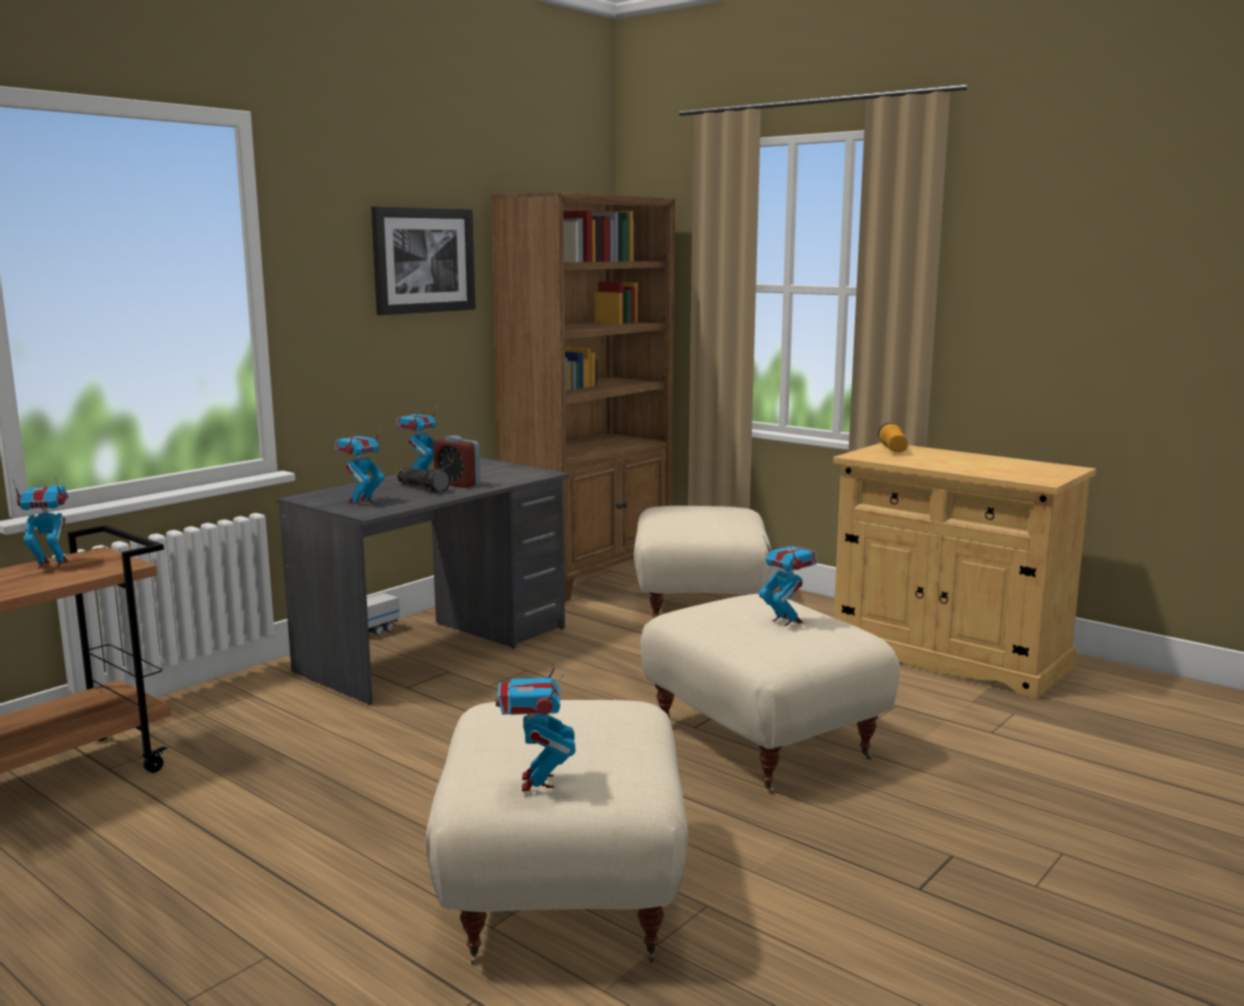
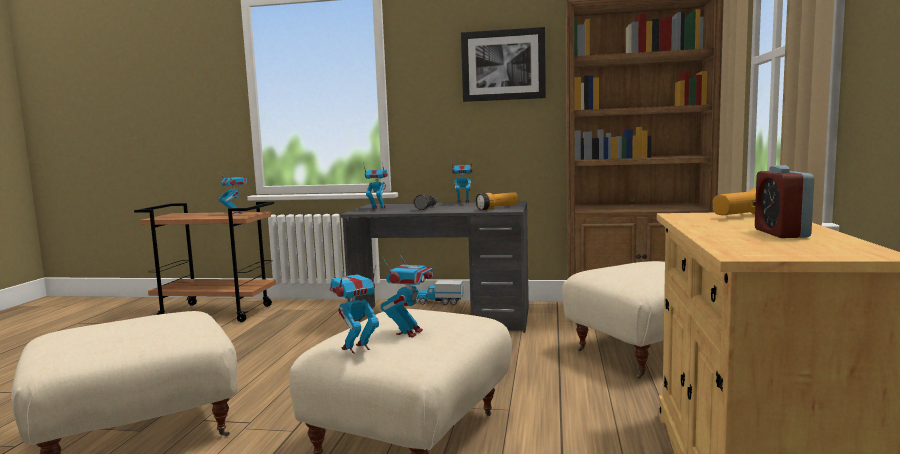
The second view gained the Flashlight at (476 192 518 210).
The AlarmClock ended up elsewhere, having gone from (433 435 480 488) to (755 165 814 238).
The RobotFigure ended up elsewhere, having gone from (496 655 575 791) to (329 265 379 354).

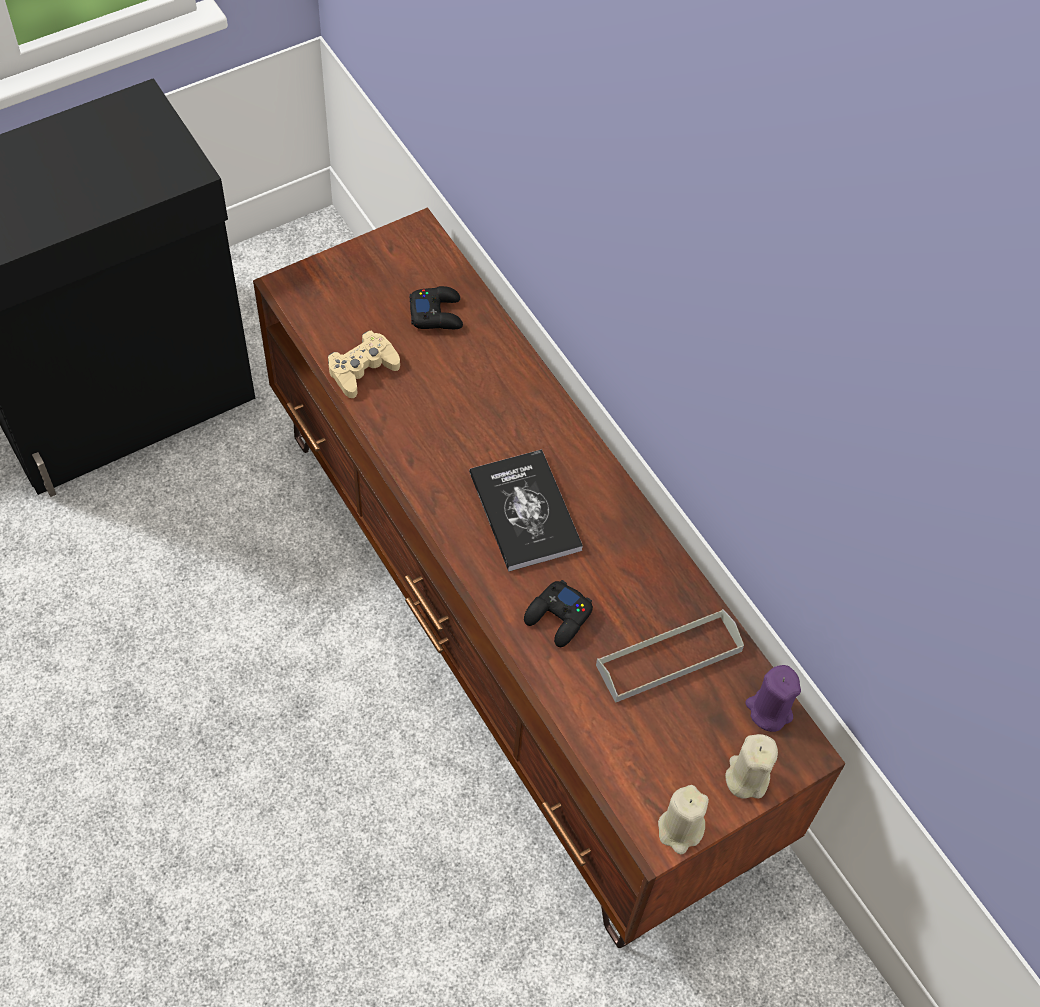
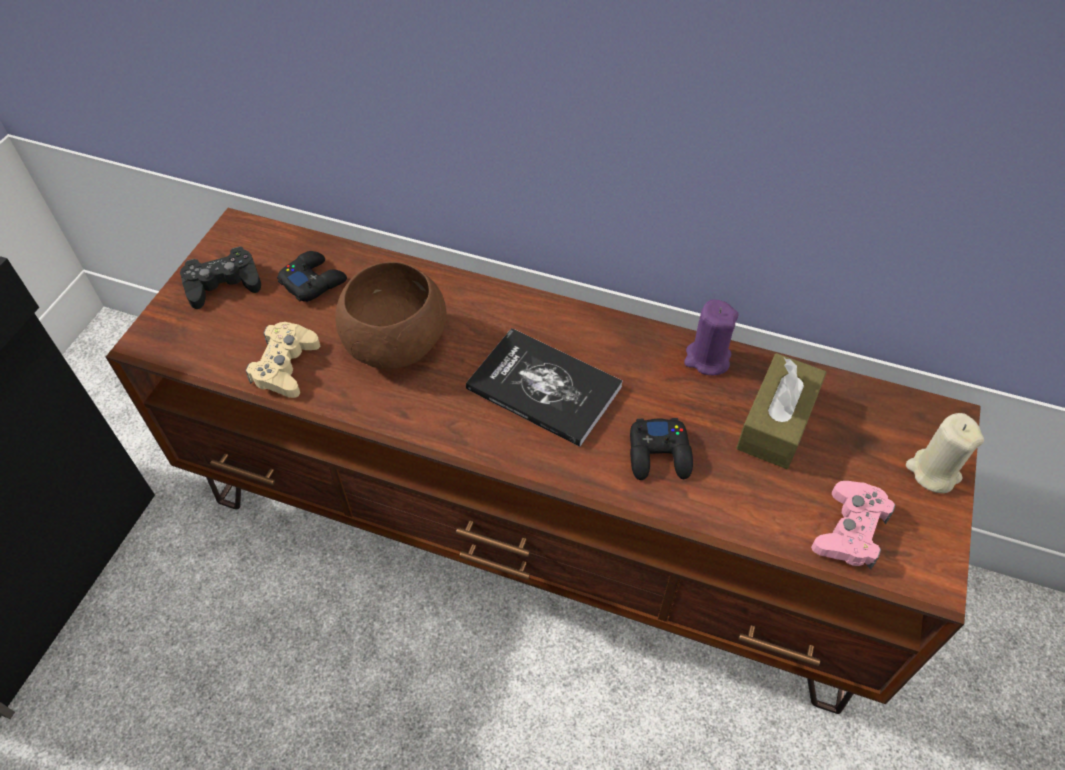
The second view lost the BeigeWaxLight at (658 785 709 854).
The second view gained the BlackishGamepad at (180 246 261 309).
The second view gained the BrownServingBowl at (335 262 447 369).
The second view gained the PinkGamepad at (811 481 896 570).
The PurpleColouredWaxLight ended up elsewhere, having gone from (745 665 801 732) to (684 299 739 375).
Where the GreyServingTray stood at (596 609 744 703), the BrownTissueBox came to stand at (736 353 827 469).

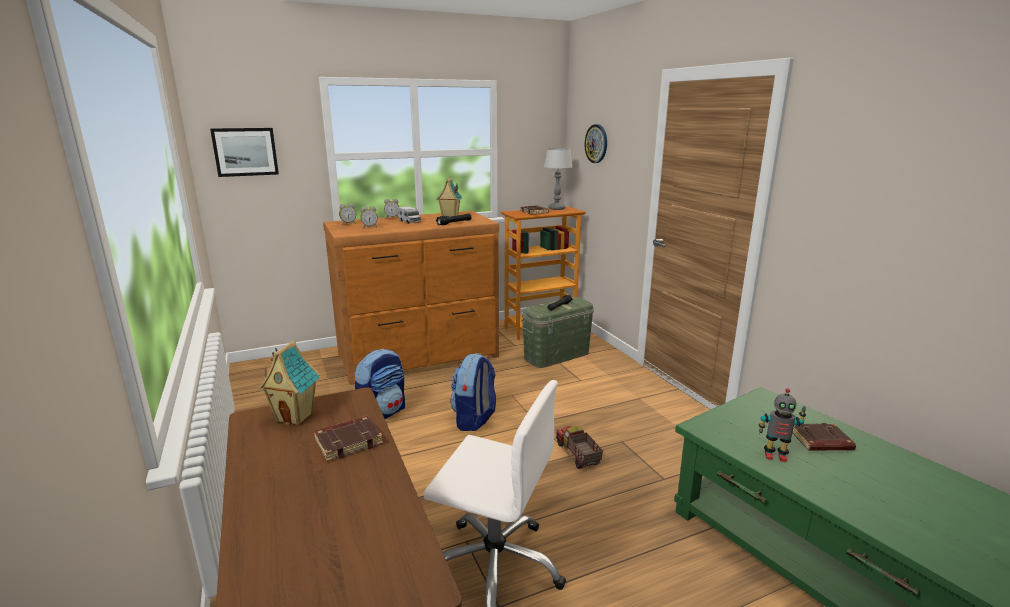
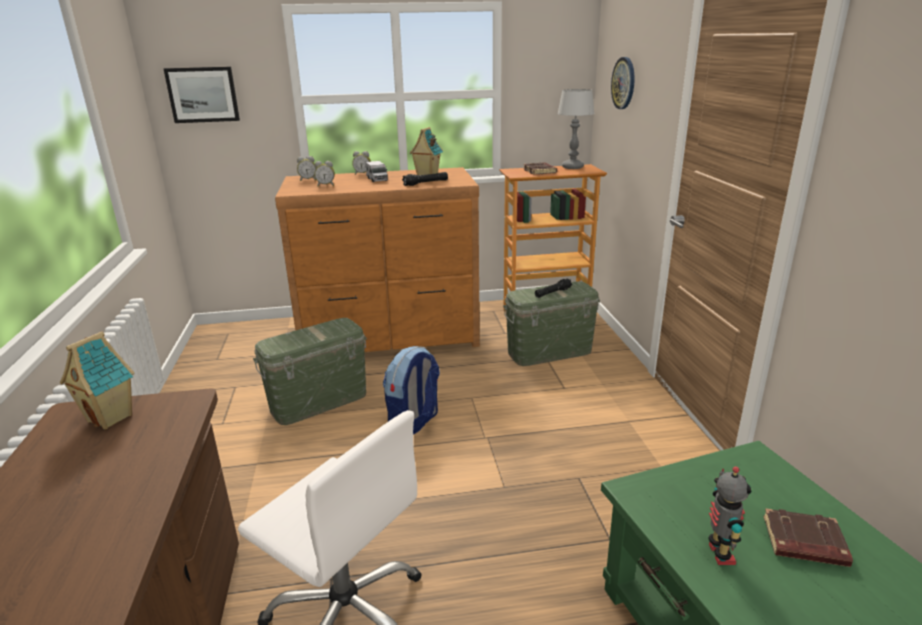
The second view lost the BrownBoundBook at (314 416 384 461).
The second view lost the ToyTruck at (556 426 603 469).
Where the Rucksack stood at (354 349 405 419), the GreenishStorageBox came to stand at (253 318 367 425).
The RobotFigure at (759 388 806 462) ended up facing another way, 120 degrees counterclockwise from before.

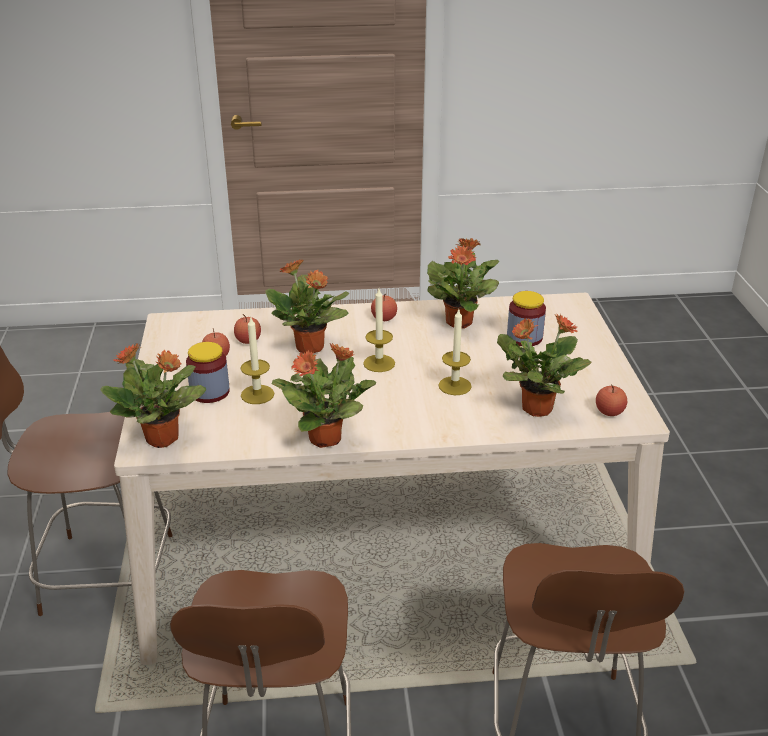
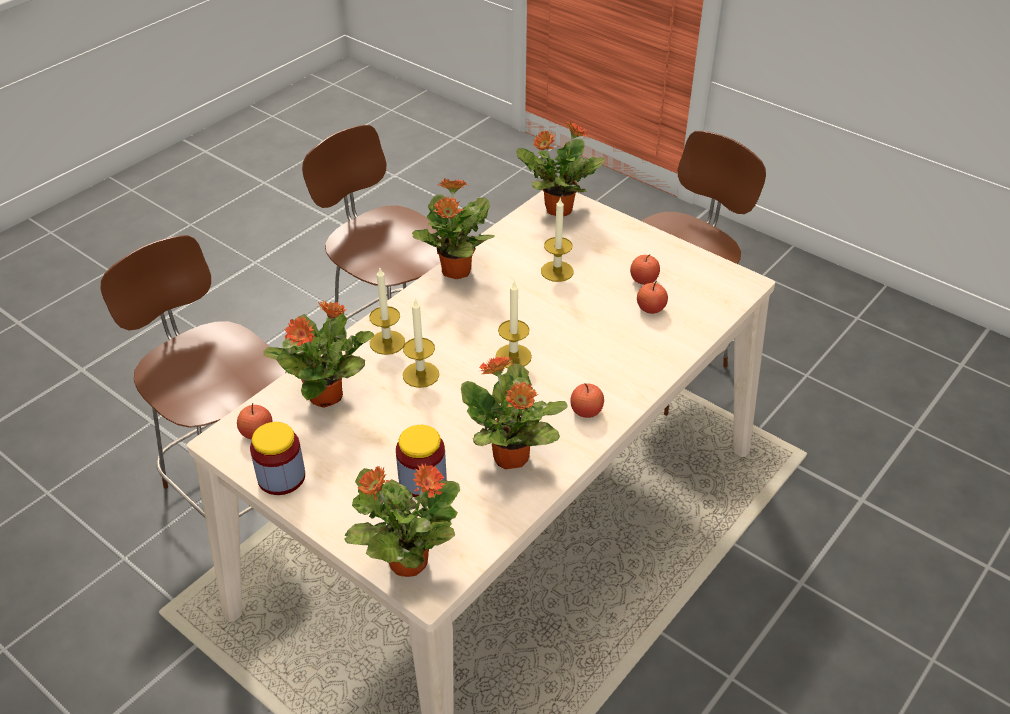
The second view gained the WaxLight at (369 268 405 355).
The StorageJar ended up elsewhere, having gone from (186 342 230 403) to (250 422 305 495).
The PottedPlant ended up elsewhere, having gone from (265 259 349 354) to (344 463 460 577).

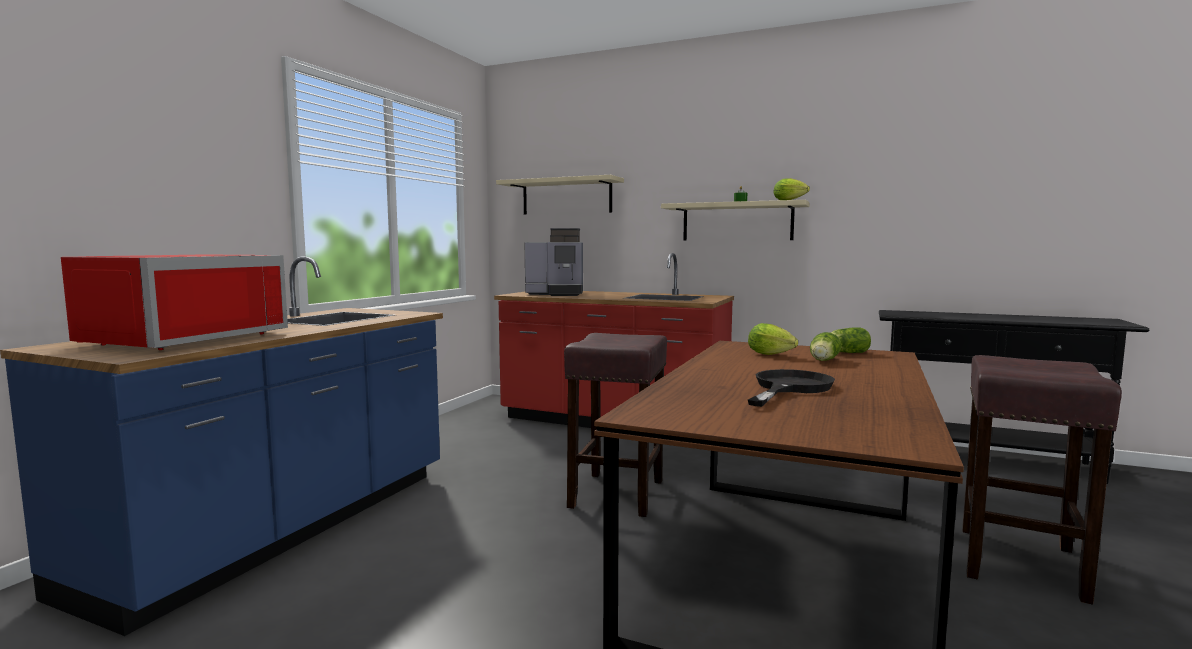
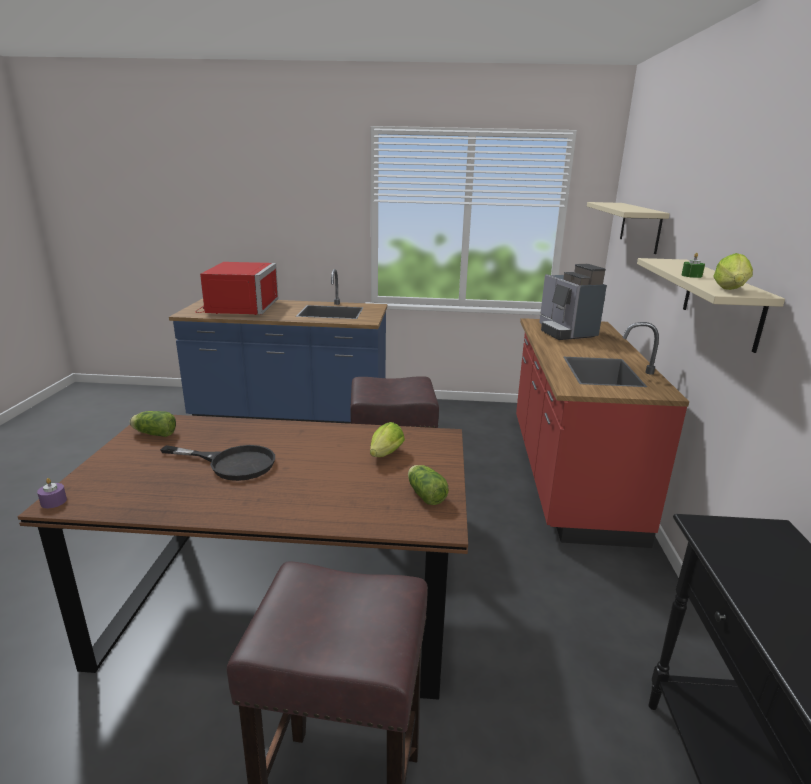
The second view gained the PurpleColouredWaxLight at (37 478 67 508).
The HeadOfLettuce ended up elsewhere, having gone from (810 332 841 361) to (130 411 176 437).
The ReddishKitchenMicrowave at (61 255 288 350) ended up facing another way, 90 degrees counterclockwise from before.

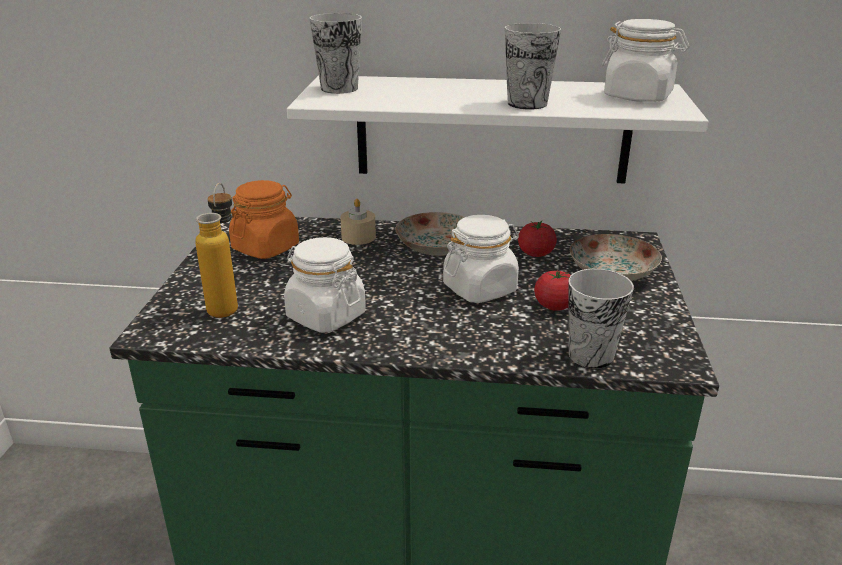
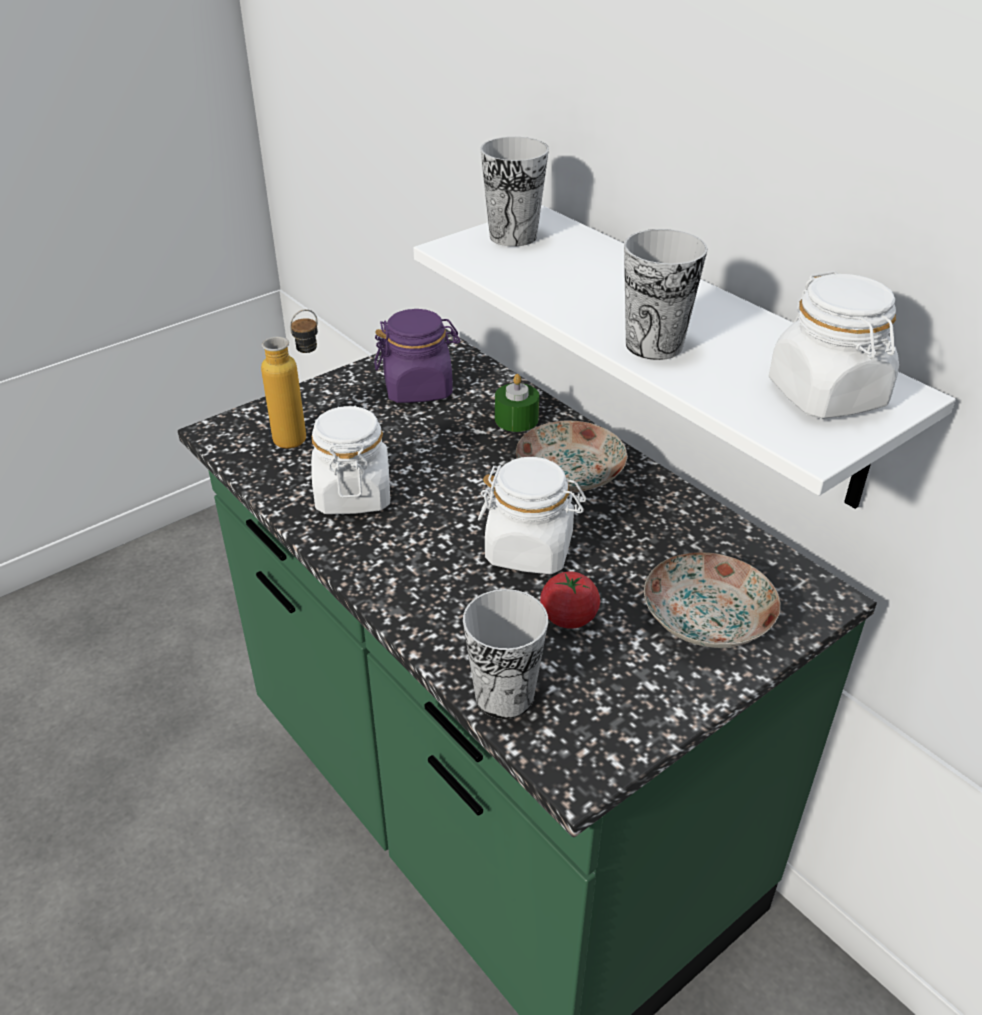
The second view lost the Tomato at (518 221 557 257).
What was the OrangeStorageJar at (229 180 299 259) turned into the PurpleColouredStorageJar at (374 309 460 403).
What was the BeigeWaxLight at (340 199 376 245) turned into the GreenishWaxLight at (495 374 539 432).

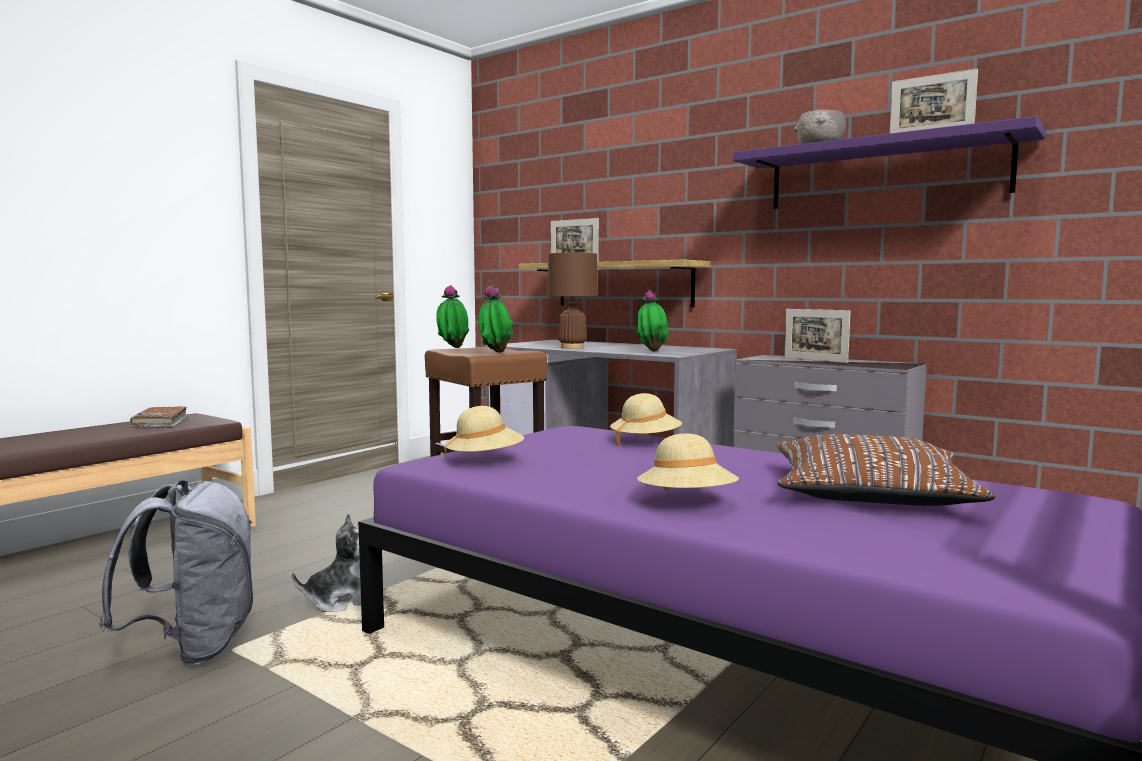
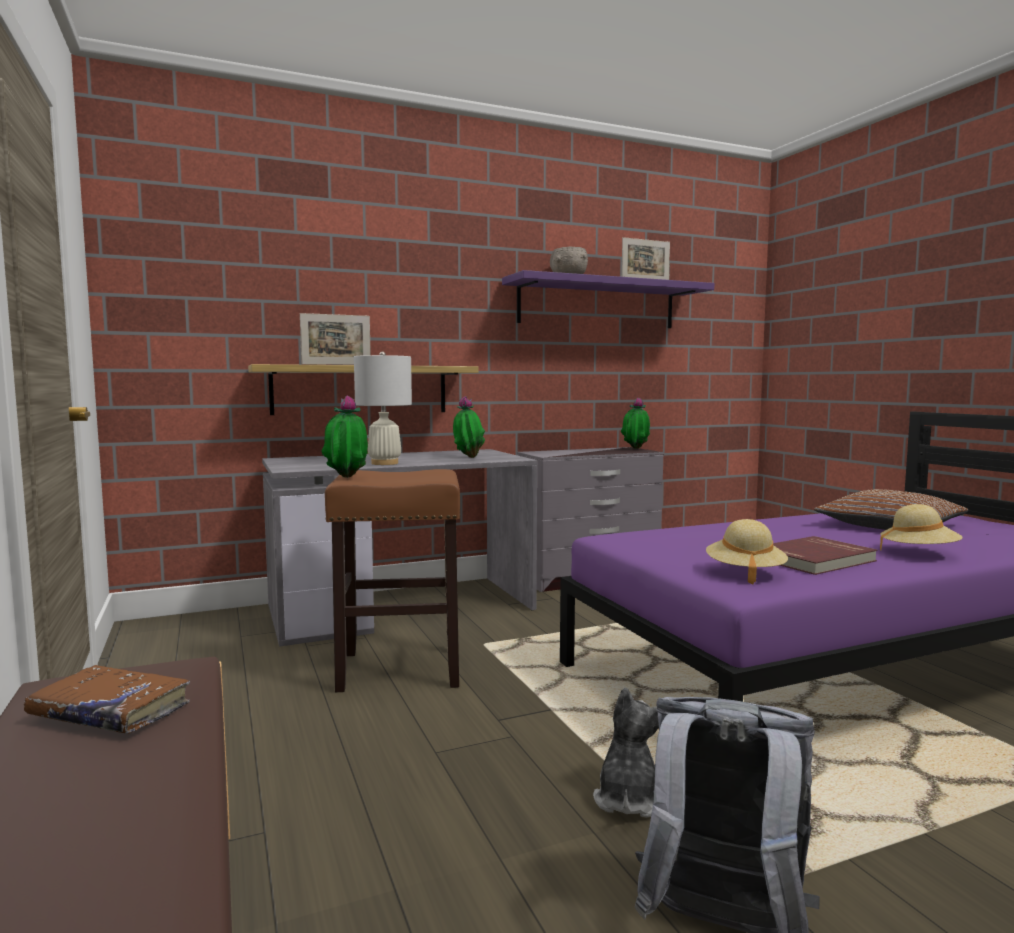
The second view lost the BeigeClothingHat at (610 393 682 446).
The second view lost the PhotoFrame at (784 309 850 363).
The second view gained the ReddishBoundBook at (773 536 877 575).
The PottedPlant ended up elsewhere, having gone from (478 285 513 353) to (621 398 650 449).
What was the BrownTableLamp at (548 249 597 349) turned into the WhitishTableLamp at (354 352 412 465).

